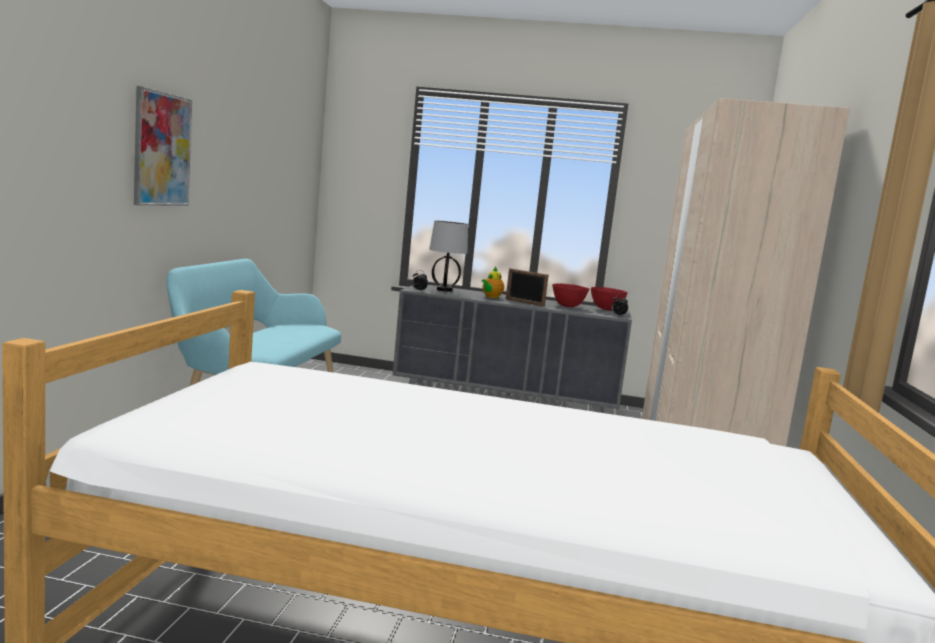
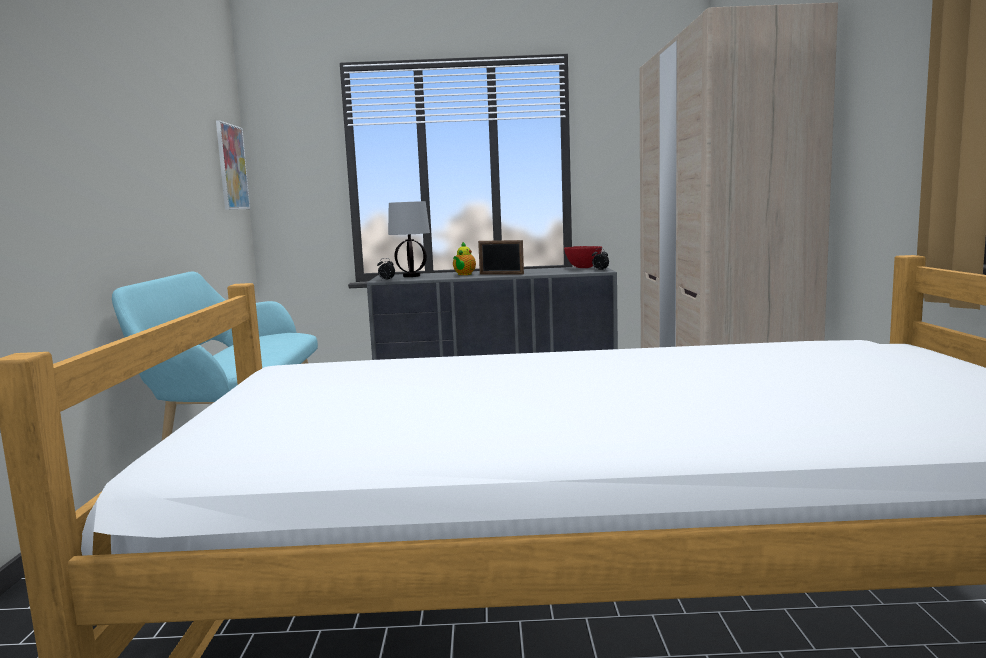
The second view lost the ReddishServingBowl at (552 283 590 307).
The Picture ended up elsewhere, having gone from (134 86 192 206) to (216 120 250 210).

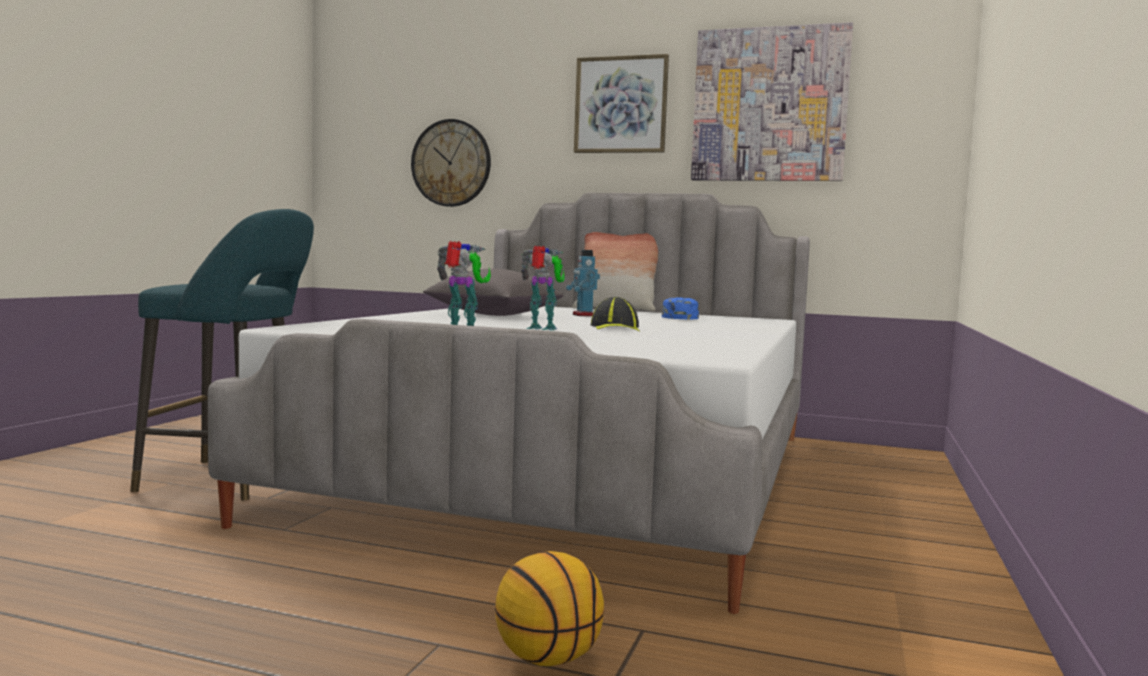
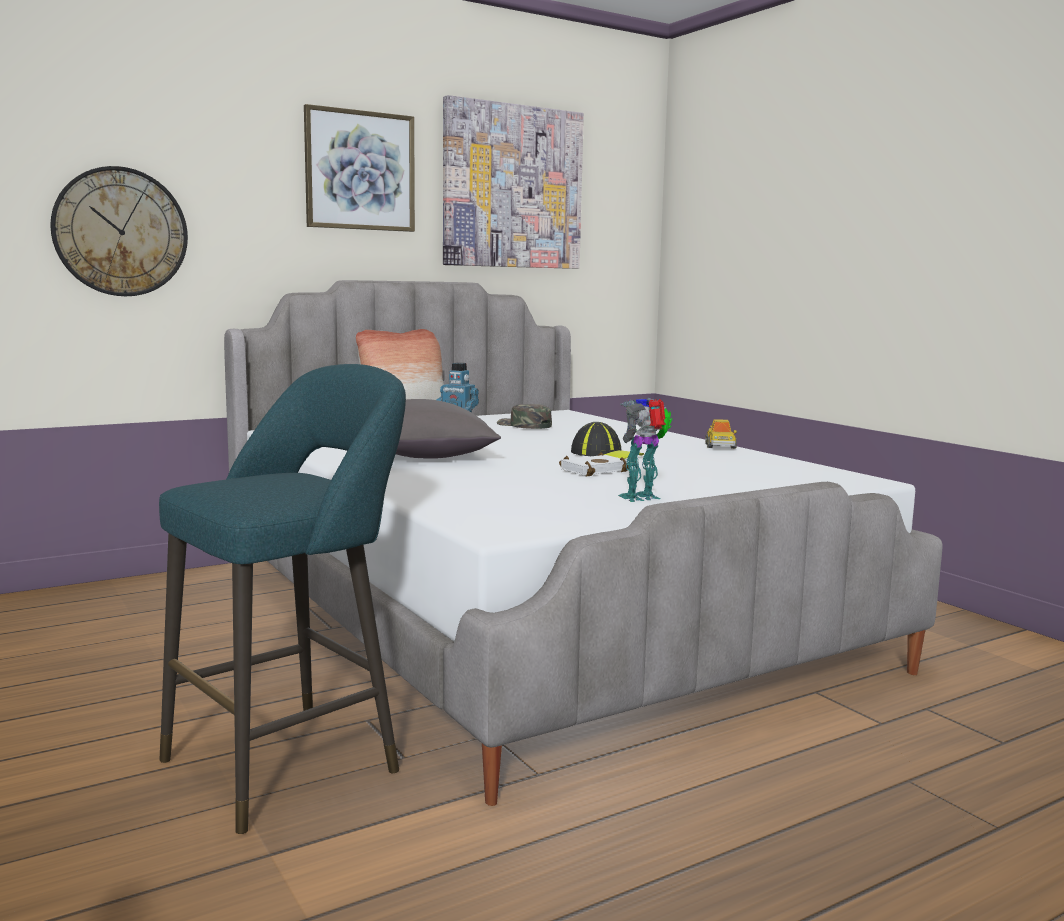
The second view lost the BallForBasketball at (495 551 604 666).
The second view gained the MiniatureCar at (705 419 737 449).
Where the RobotFigure stood at (521 245 565 330), the WhitishBoundBook came to stand at (559 452 629 477).
What was the BluePeakedCap at (662 297 699 319) turned into the GreenishPeakedCap at (497 404 552 429).

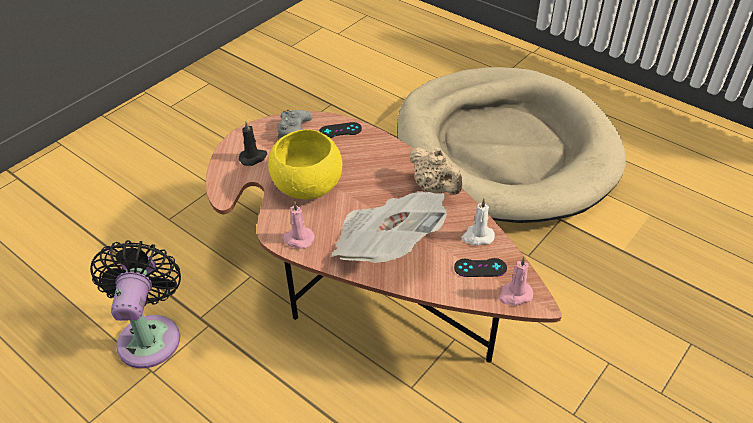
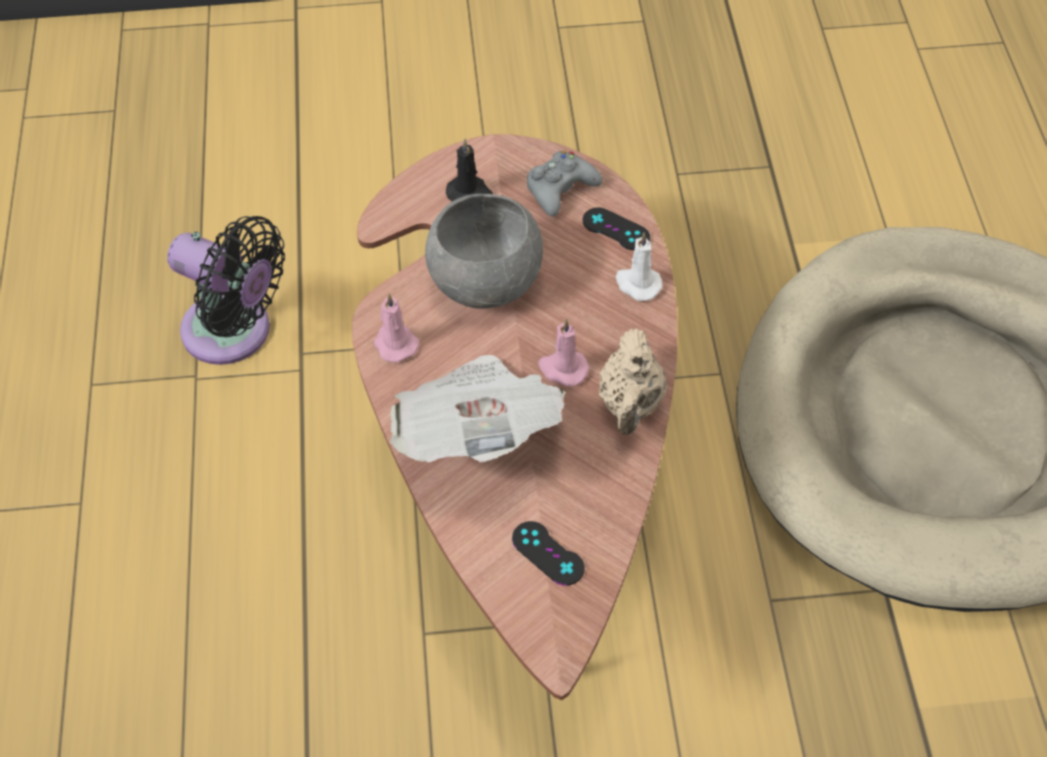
The WhitishWaxLight ended up elsewhere, having gone from (461 198 495 245) to (616 232 662 301).
The PinkWaxLight ended up elsewhere, having gone from (499 257 533 306) to (539 319 589 387).
What was the YellowColouredServingBowl at (268 129 342 200) turned into the GreyServingBowl at (425 194 543 309).
The BlackishElectricFan at (90 240 181 369) ended up facing another way, 75 degrees clockwise from before.

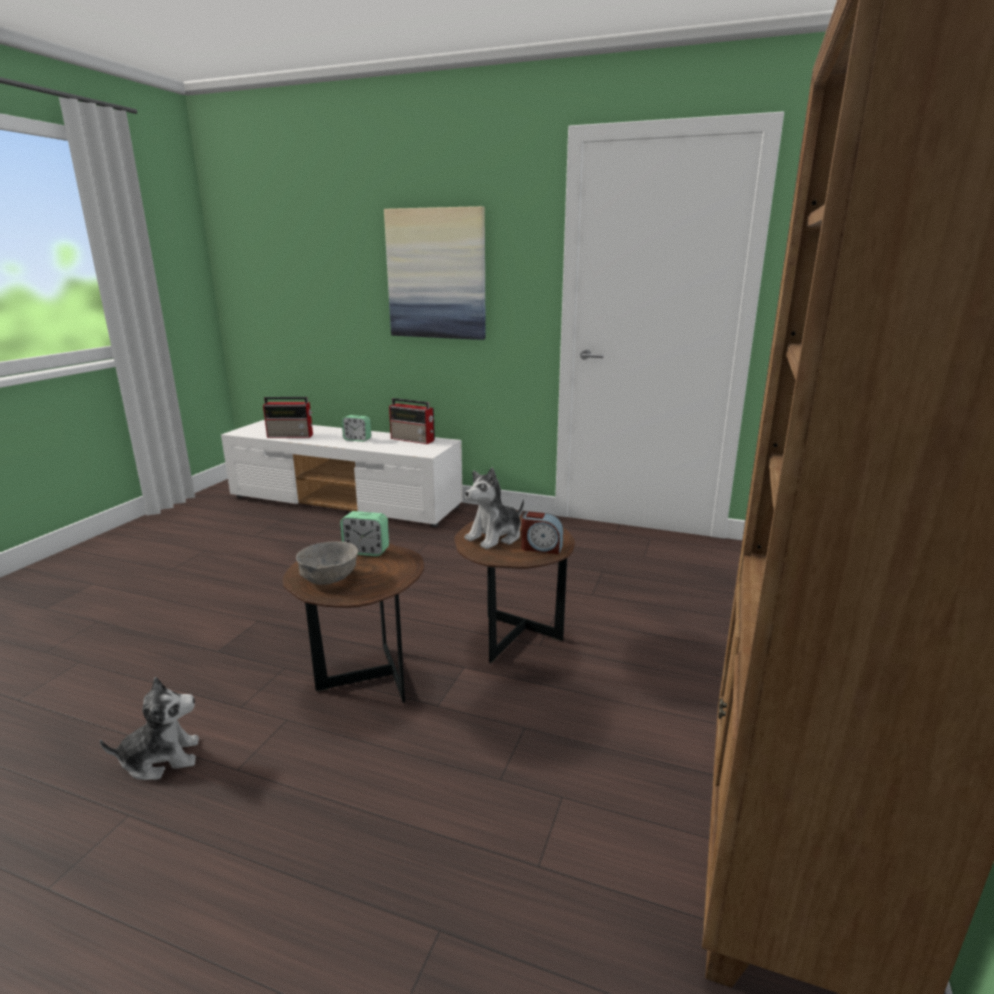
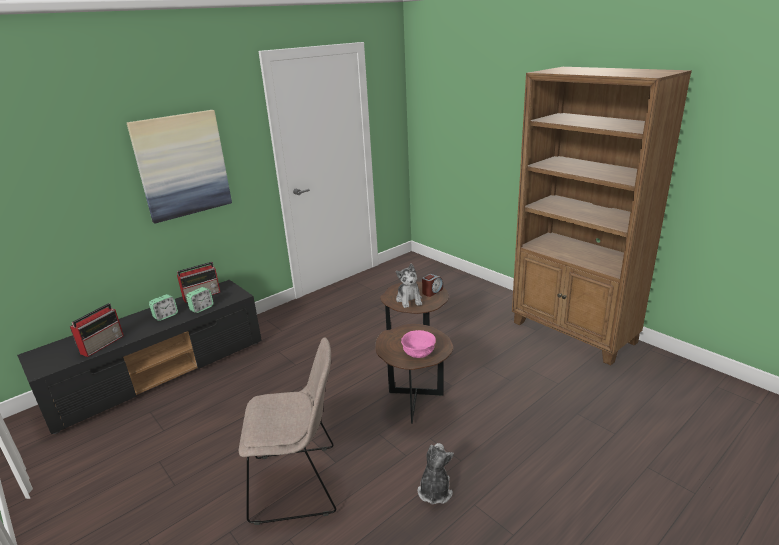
The second view gained the BeigeUprightChair at (239 337 336 525).
The AlarmClock ended up elsewhere, having gone from (340 511 389 557) to (186 287 214 313).
What was the WhitishTvStand at (221 420 463 527) turned into the BlackishTvStand at (17 280 262 434).
What was the GreyServingBowl at (296 541 358 585) turned into the PinkServingBowl at (401 330 436 358).

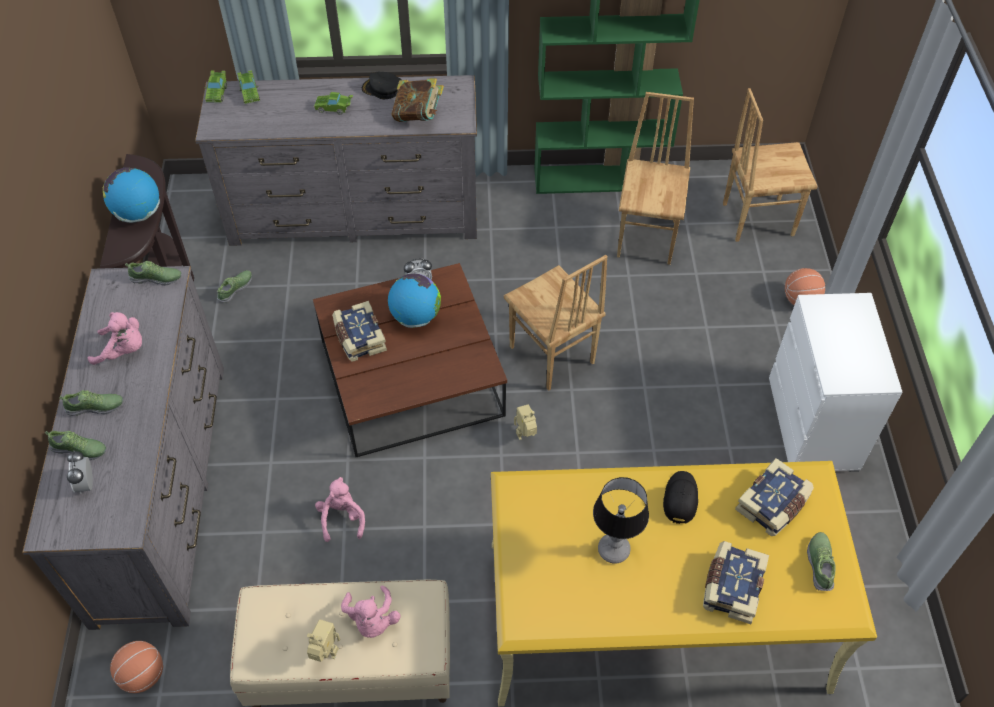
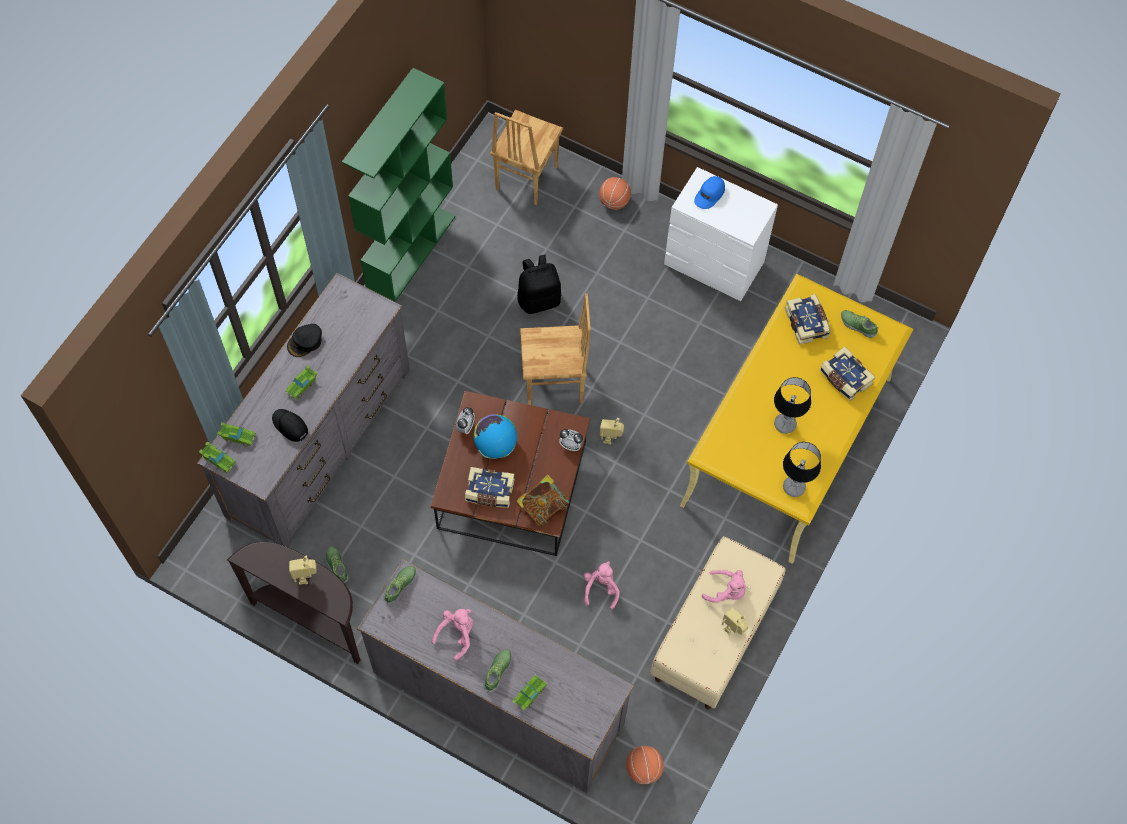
The second view lost the BrownUprightChair at (617 92 694 265).
The second view gained the BlackishRucksack at (517 255 561 314).
The second view gained the BluePeakedCap at (694 176 725 209).
The second view gained the TableLamp at (783 442 821 497).
The AlarmClock ended up elsewhere, having gone from (67 451 93 494) to (559 429 584 451).
The BoundBook ended up elsewhere, having gone from (391 78 444 122) to (516 474 569 527).
The BlackishPeakedCap ended up elsewhere, having gone from (663 471 698 524) to (272 409 308 442).
Where the Shoe stood at (45 431 106 461), the GreenishMiniatureCar came to stand at (512 674 547 710).
Where the DeskGlobe stood at (102 167 160 223), the RobotFigure came to stand at (289 556 317 585).
The PinkPlushToy at (315 477 365 542) ended up facing another way, 75 degrees clockwise from before.

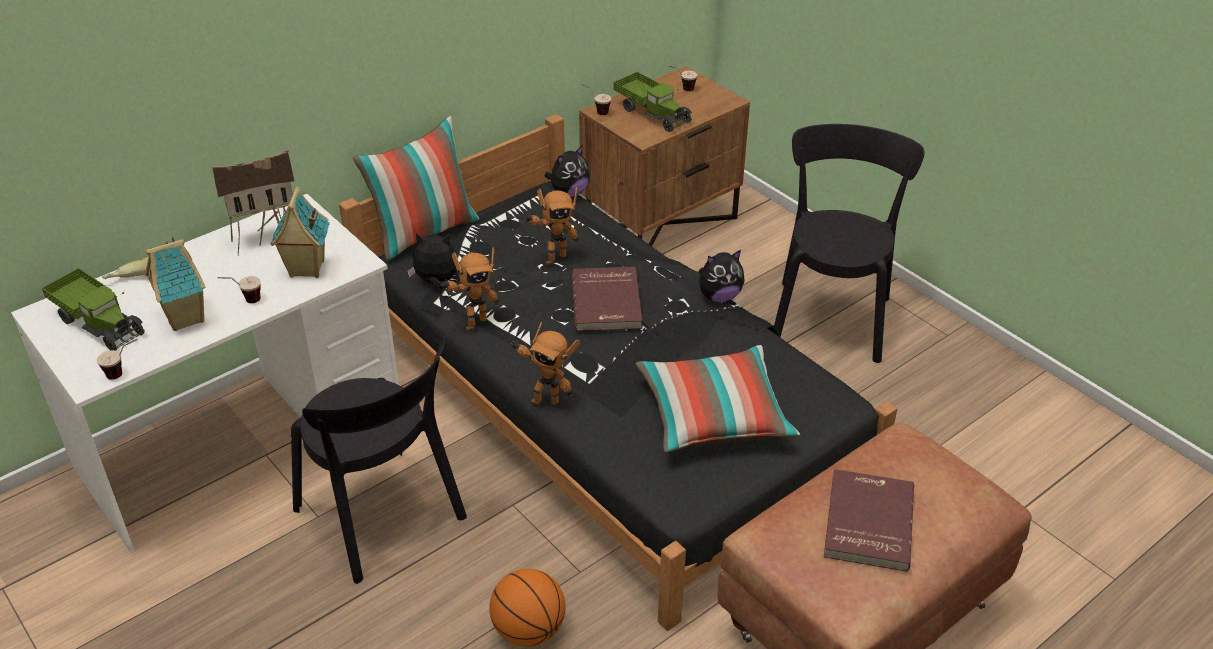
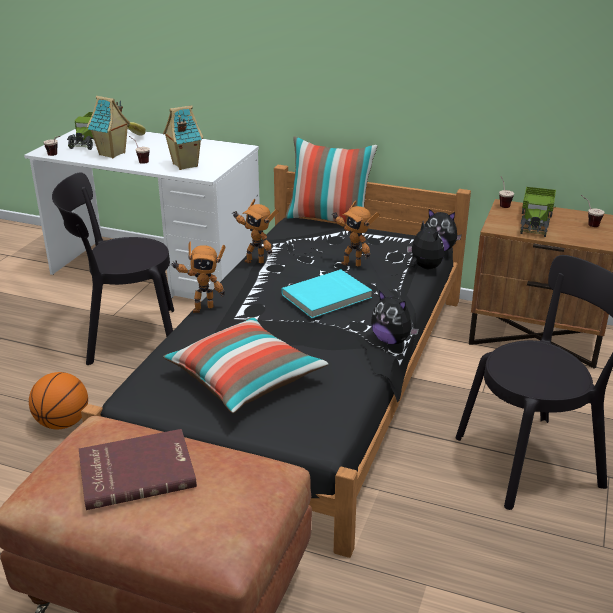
The second view lost the ModelHouse at (211 150 294 256).
The PlushToy ended up elsewhere, having gone from (407 233 457 289) to (407 221 444 269).
What was the ReddishBoundBook at (572 267 642 331) turned into the TurquoiseBoundBook at (281 269 372 318).
The BlackishUprightChair at (291 337 467 584) ended up facing another way, 60 degrees clockwise from before.
The RobotFigure at (510 322 581 405) ended up facing another way, 90 degrees counterclockwise from before.

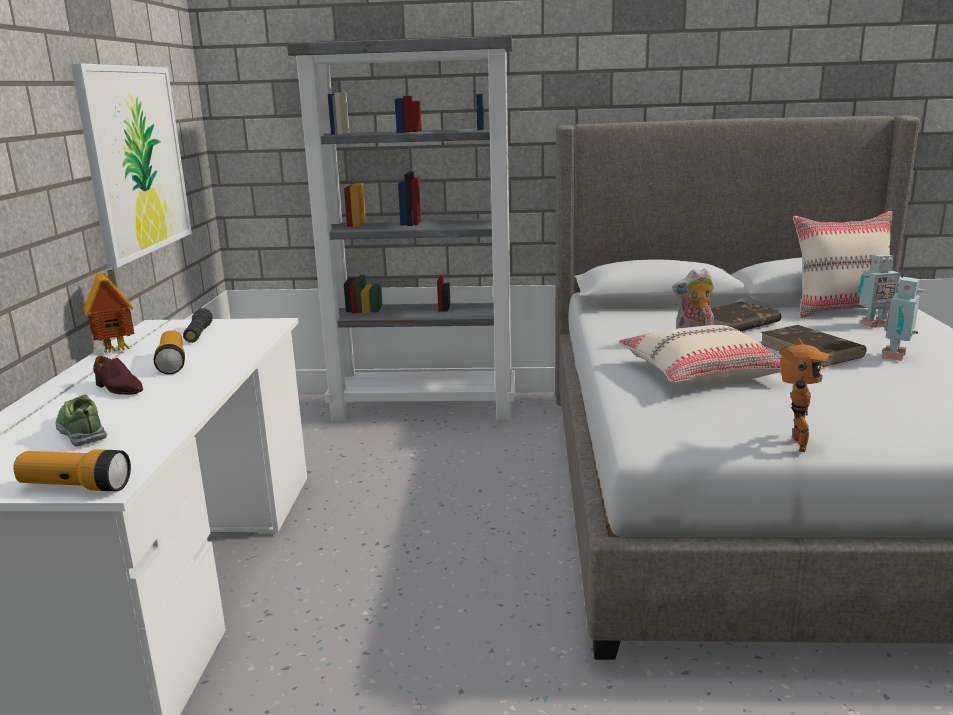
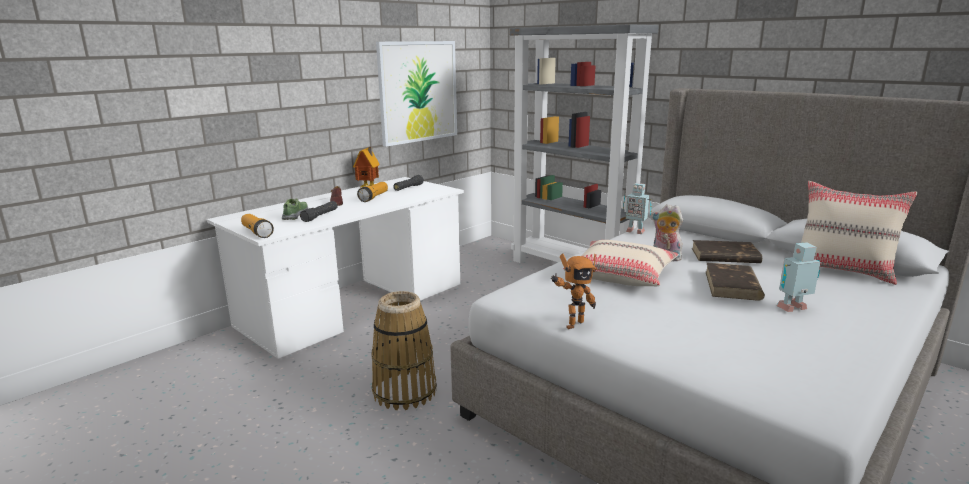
The second view gained the BlackishFlashlight at (300 201 337 222).
The second view gained the HouseholdBasket at (371 291 437 410).
The RobotFigure ended up elsewhere, having gone from (858 254 900 328) to (623 183 652 234).

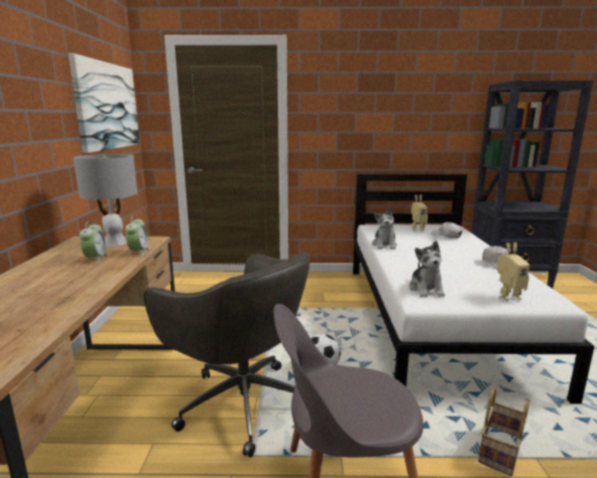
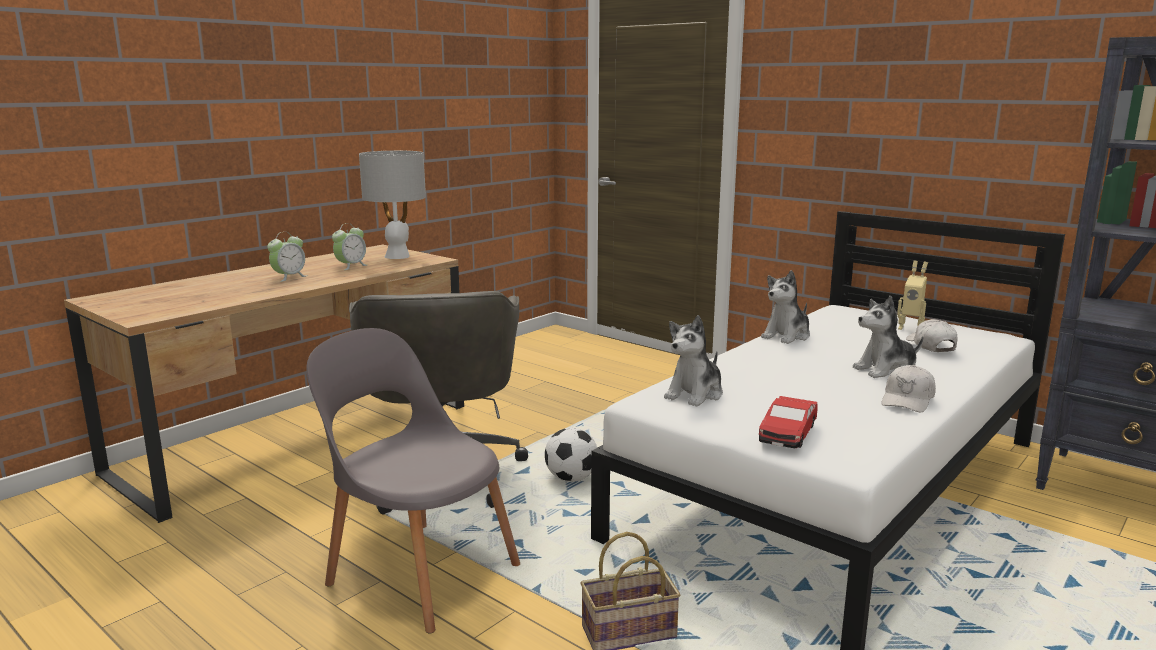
The second view lost the Picture at (68 53 140 153).
The second view gained the PlushToy at (853 296 923 378).
The AlarmClock ended up elsewhere, having gone from (125 216 149 257) to (267 232 307 282).
Where the RobotFigure stood at (497 242 530 301), the MiniatureCar came to stand at (759 396 818 448).

